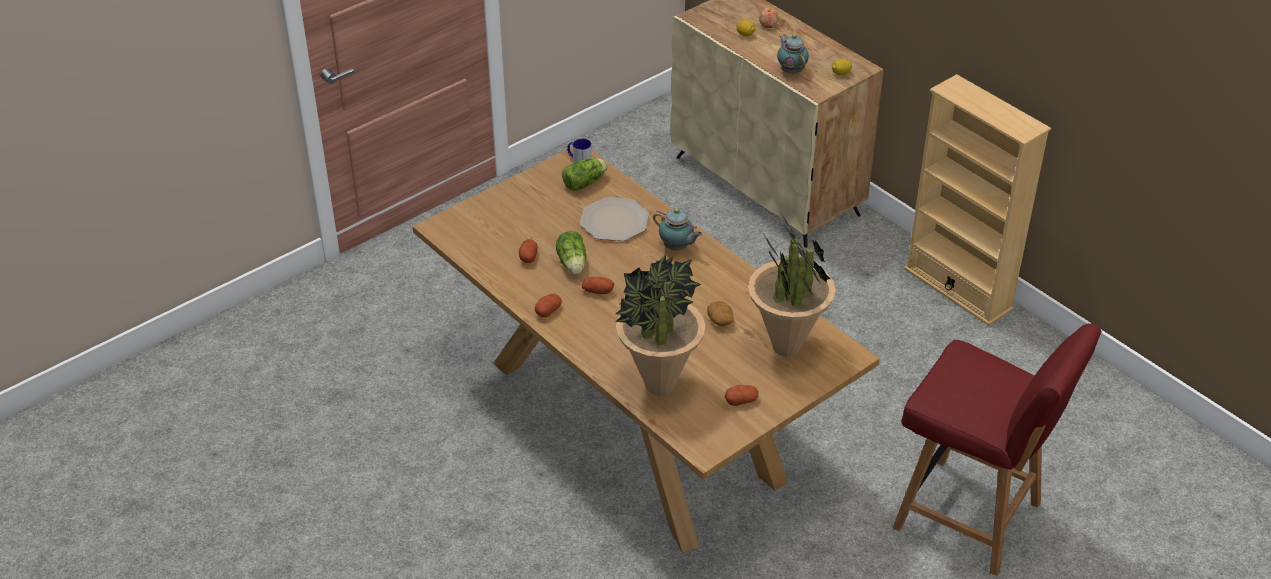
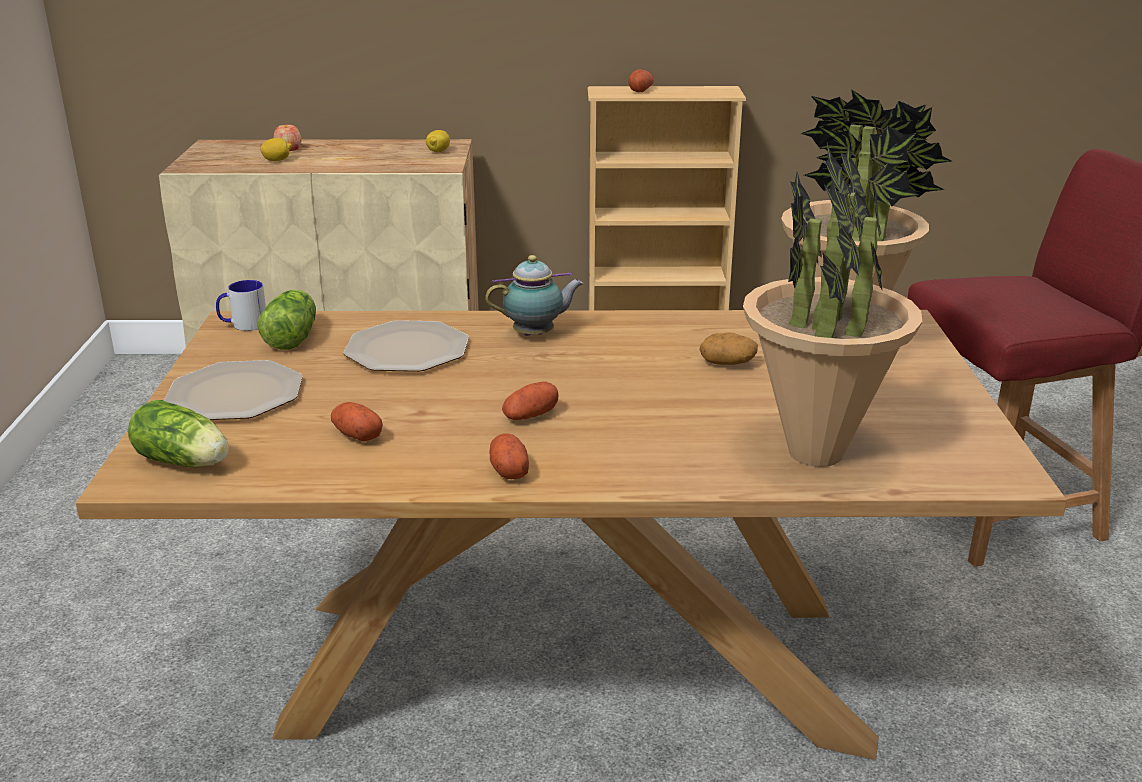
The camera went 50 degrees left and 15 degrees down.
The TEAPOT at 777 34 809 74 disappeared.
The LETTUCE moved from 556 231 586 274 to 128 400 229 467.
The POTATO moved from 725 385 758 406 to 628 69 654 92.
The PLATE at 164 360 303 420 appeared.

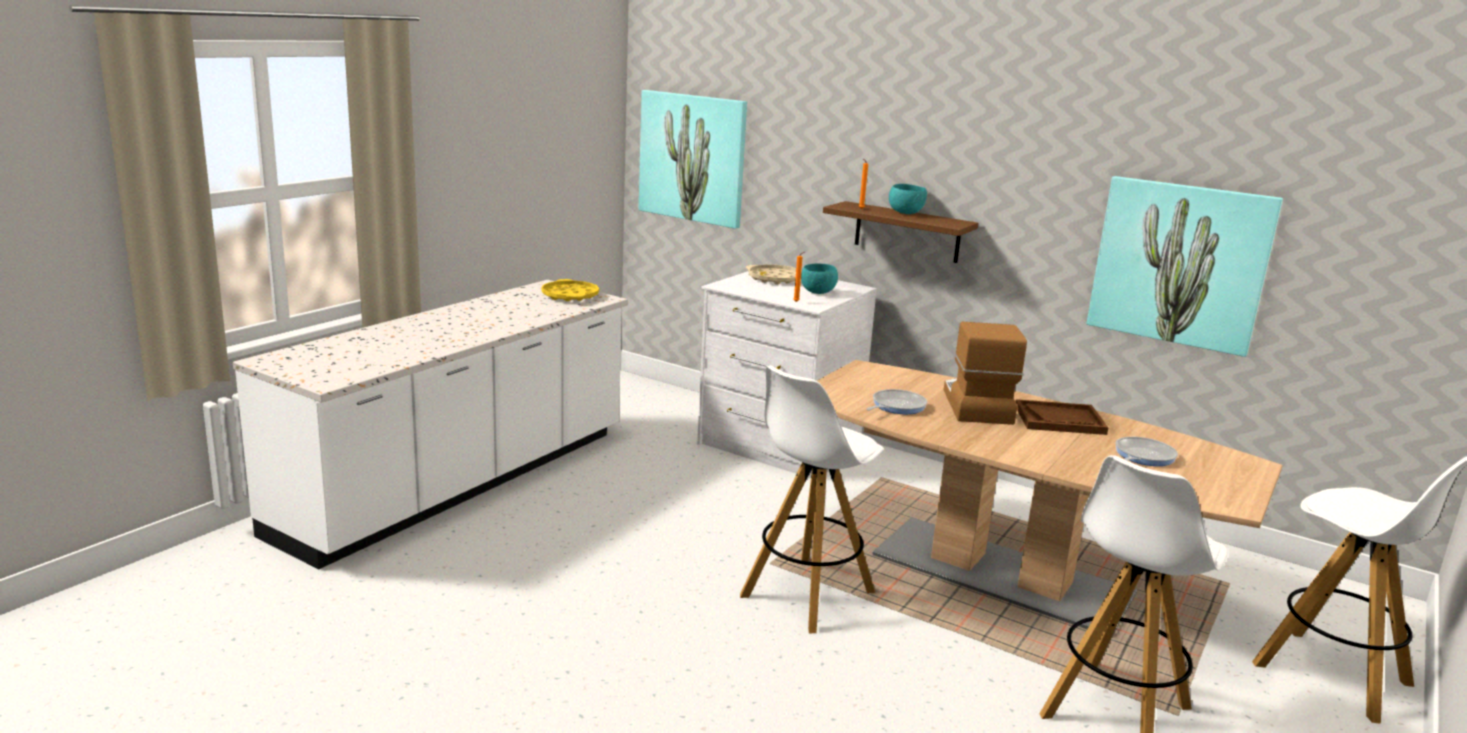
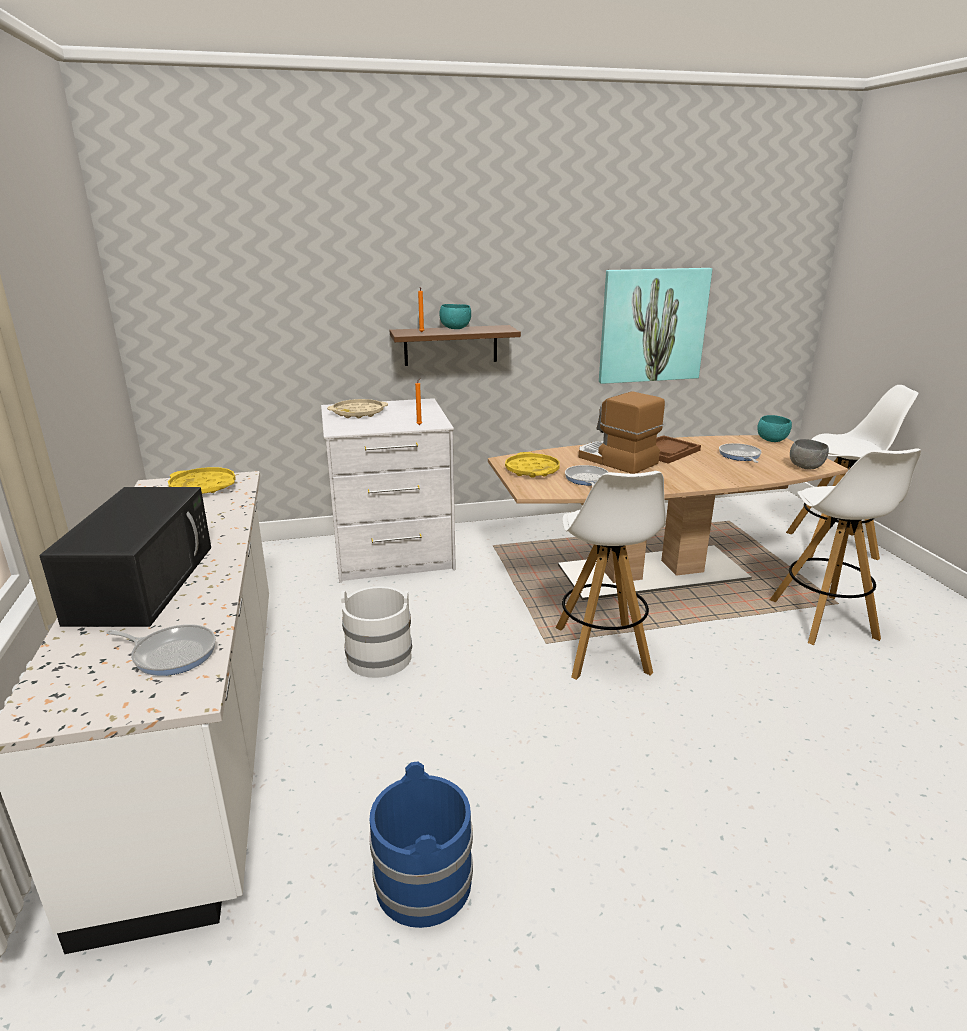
The camera went 45 degrees left and 5 degrees up.
The PICTURE at 639 90 747 229 disappeared.
The TURQUOISE BOWL moved from 801 263 838 294 to 757 415 792 442.
The GREY BOWL at 790 439 829 469 appeared.
The YELLOW TRAY at 505 452 560 478 appeared.
The BLACK MICROWAVE at 39 487 211 627 appeared.
The WHITE BUCKET at 341 586 412 678 appeared.
The FRYING PAN at 106 624 216 676 appeared.
The BLUE BUCKET at 369 762 473 928 appeared.

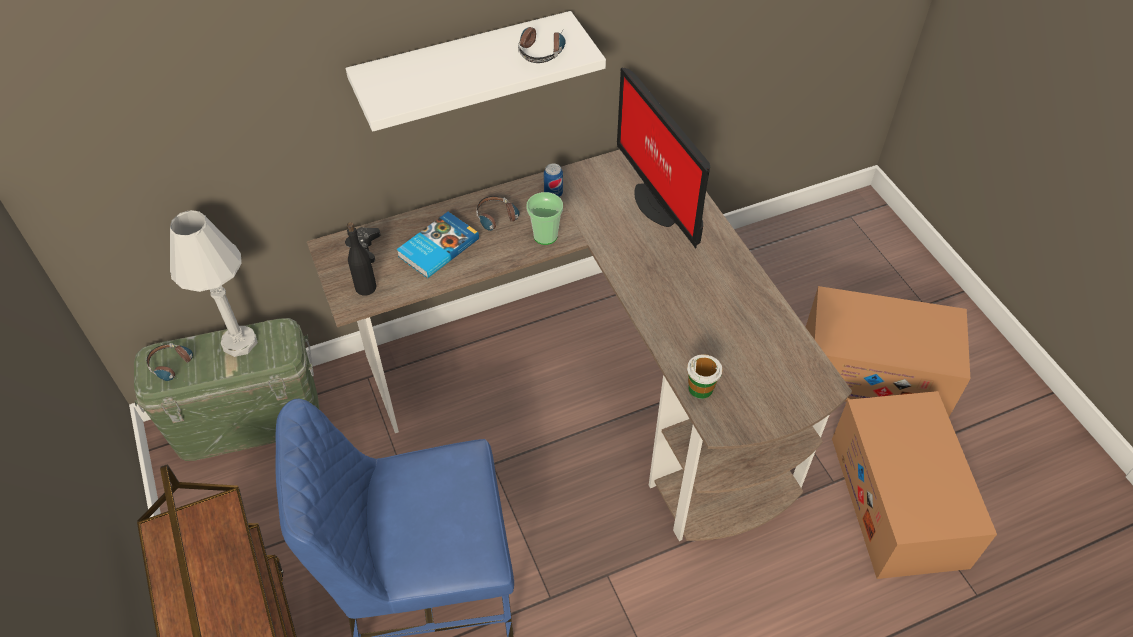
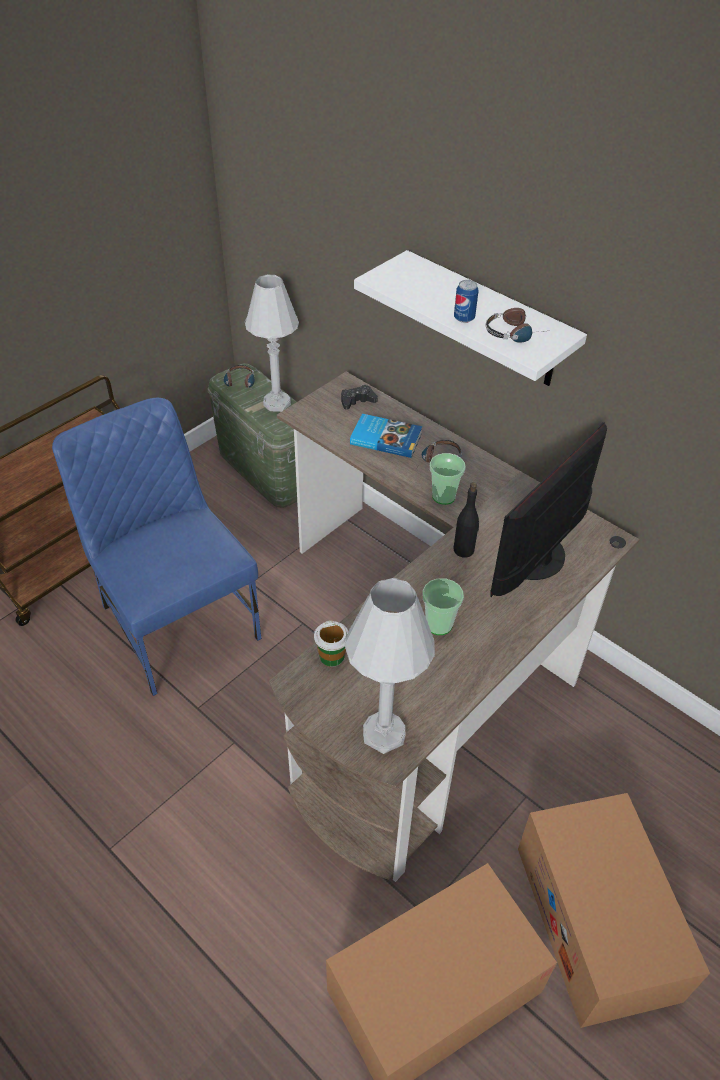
The camera went 65 degrees right and 5 degrees down.
The CAN moved from 544 163 563 197 to 454 280 478 323.
The BLACK BOTTLE moved from 347 222 377 296 to 454 482 479 557.
The WHITE TABLE LAMP at 344 578 435 754 appeared.
The CUP at 422 578 464 635 appeared.

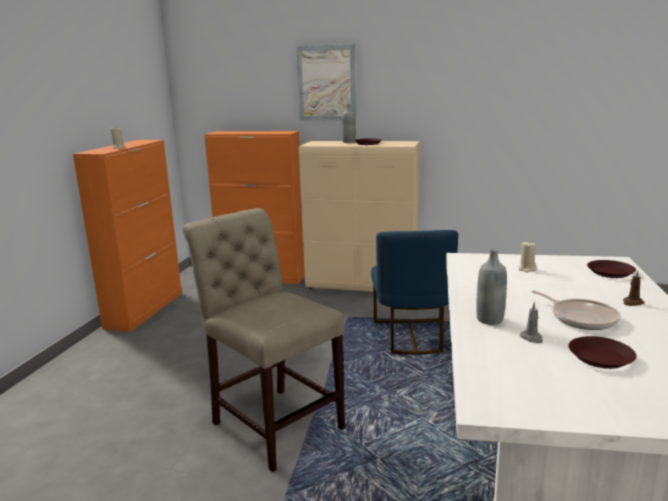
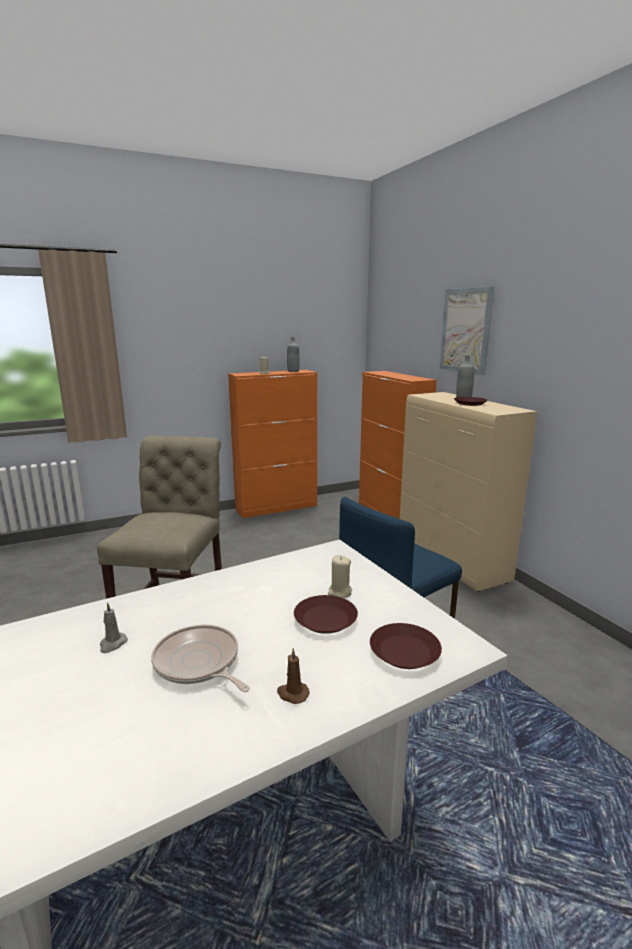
The camera went 50 degrees right and 0 degrees up.
The GREY BOTTLE moved from 476 249 507 325 to 287 337 299 372.
The FRYING PAN at 531 290 621 330 turned 120 degrees clockwise.
The BROWN PLATE moved from 568 336 636 369 to 294 595 358 634.

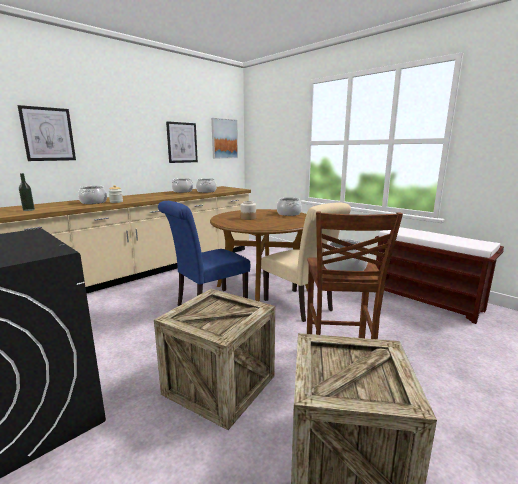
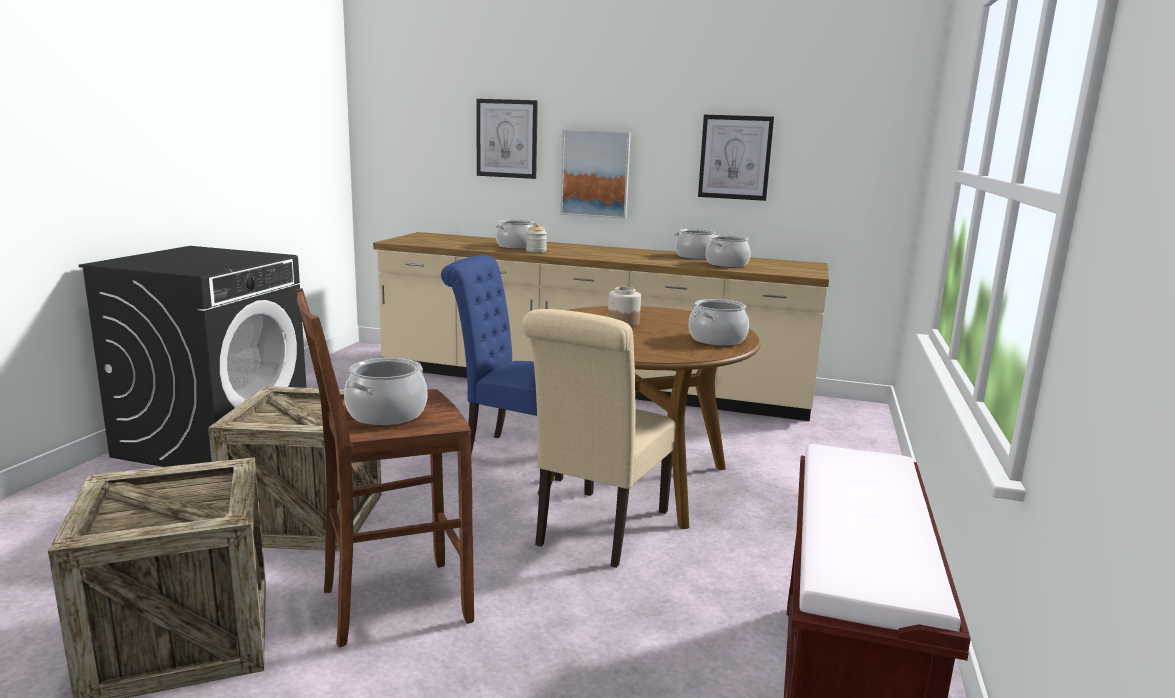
The camera went 60 degrees right and 0 degrees up.
The PICTURE moved from 211 118 238 159 to 561 130 631 219.
The BOTTLE at 19 173 35 211 disappeared.

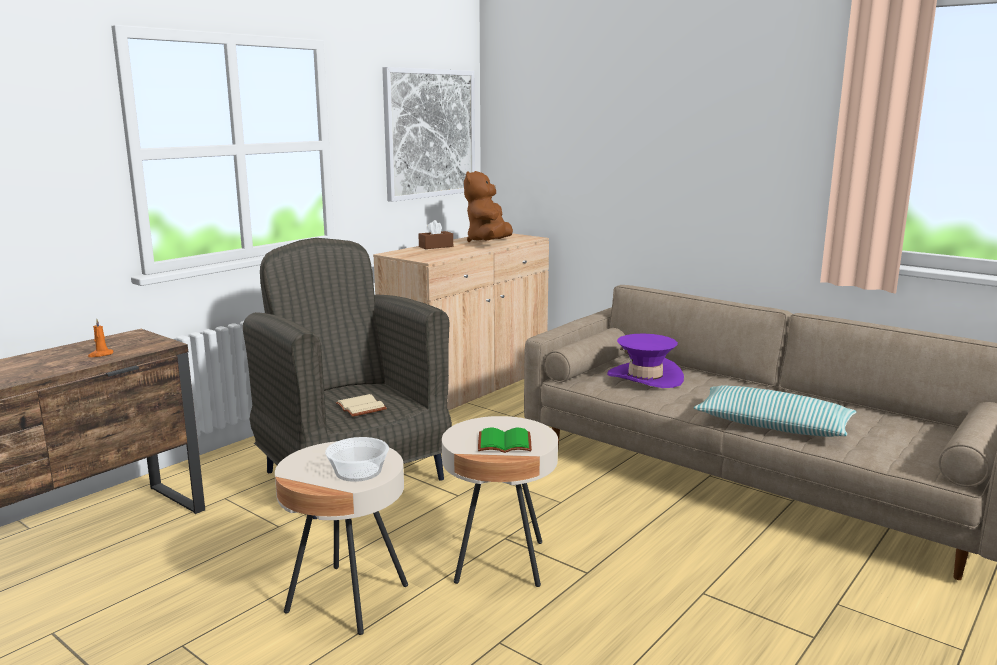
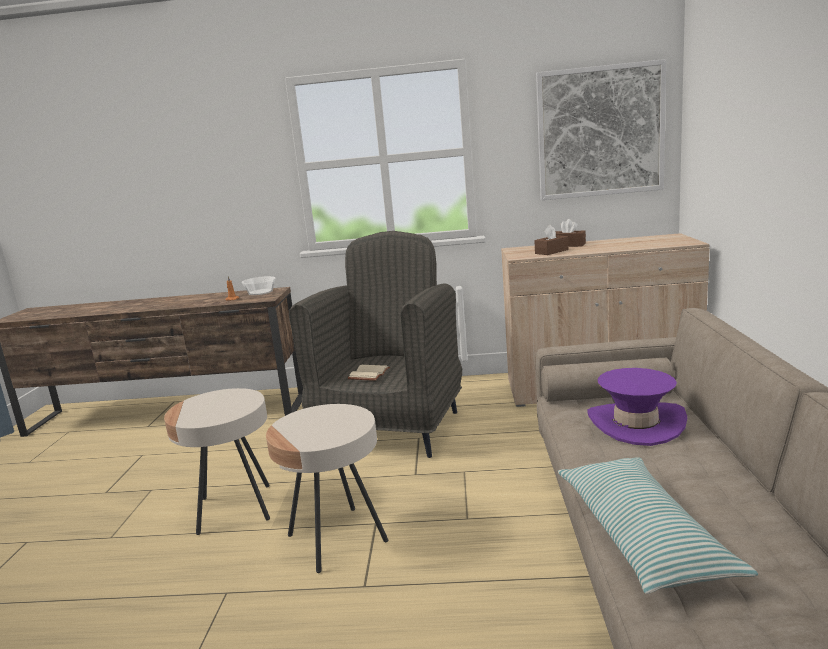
The camera went 55 degrees right and 0 degrees up.
The BROWN PLUSH TOY at 464 171 513 242 disappeared.
The GREEN BOOK at 478 428 532 453 disappeared.
The BOWL moved from 325 437 389 482 to 242 276 275 295.
The BROWN TISSUE BOX at 534 225 568 255 appeared.

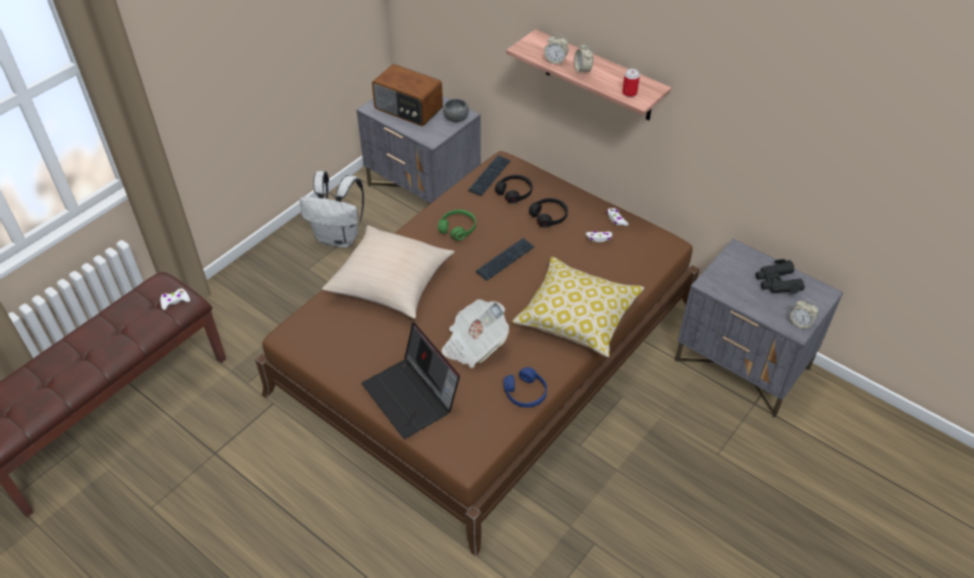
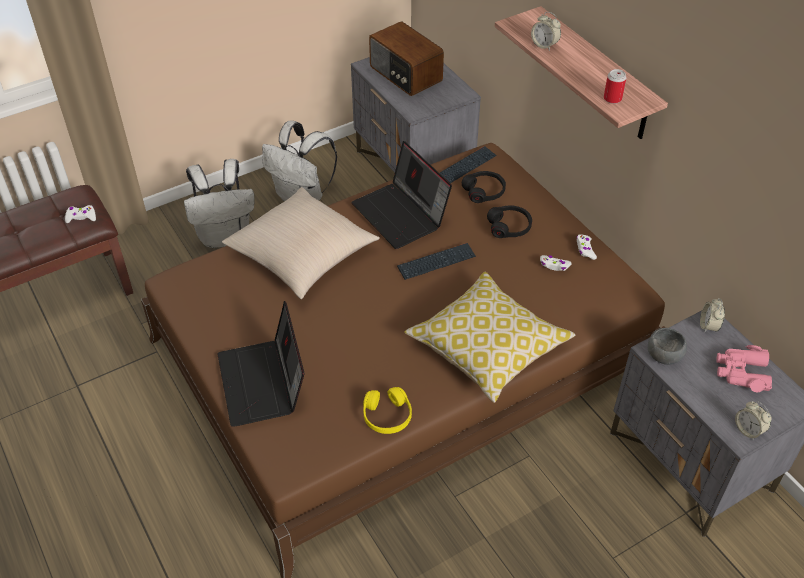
The camera went 20 degrees right and 0 degrees up.
The ALARM CLOCK moved from 574 42 593 74 to 700 298 725 333.
The GREY BOWL moved from 443 99 469 122 to 648 328 687 365.
The GREEN HEADPHONES at 438 209 476 241 was replaced by the LAPTOP at 351 141 452 249.
The BLACK BINOCULARS at 756 259 805 294 became the PINK BINOCULARS at 716 345 772 392.
The NEWSPAPER at 441 299 509 368 disappeared.
The BLUE HEADPHONES at 504 367 547 408 became the YELLOW HEADPHONES at 363 387 412 434.
The WHITE BACKPACK at 184 159 255 248 appeared.

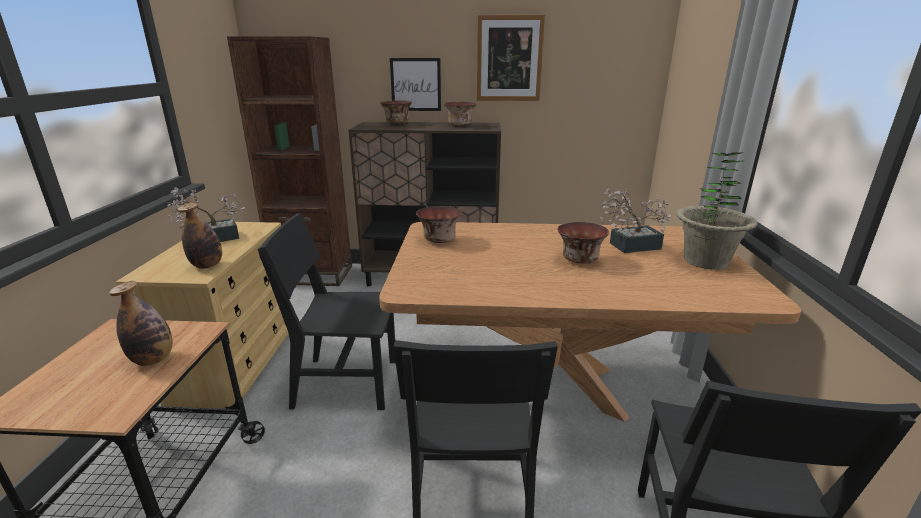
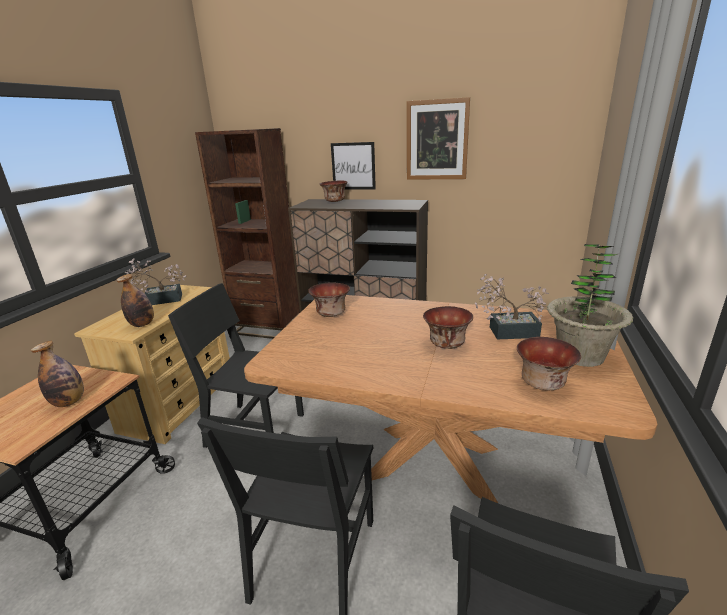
The camera went 15 degrees right and 0 degrees up.
The BOWL moved from 444 102 477 126 to 517 337 581 390.

